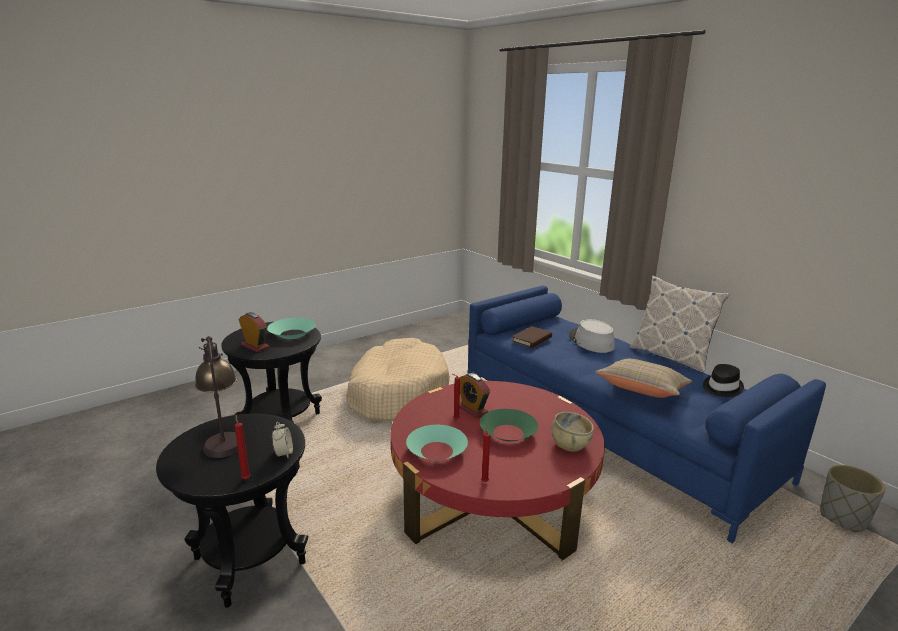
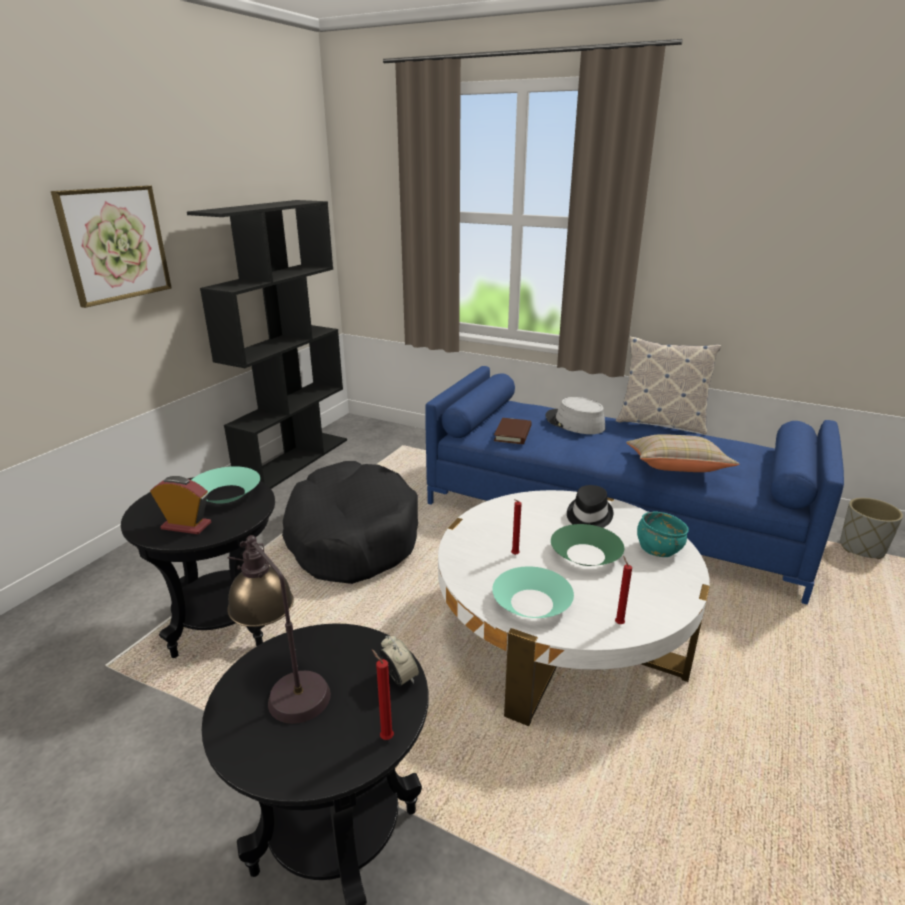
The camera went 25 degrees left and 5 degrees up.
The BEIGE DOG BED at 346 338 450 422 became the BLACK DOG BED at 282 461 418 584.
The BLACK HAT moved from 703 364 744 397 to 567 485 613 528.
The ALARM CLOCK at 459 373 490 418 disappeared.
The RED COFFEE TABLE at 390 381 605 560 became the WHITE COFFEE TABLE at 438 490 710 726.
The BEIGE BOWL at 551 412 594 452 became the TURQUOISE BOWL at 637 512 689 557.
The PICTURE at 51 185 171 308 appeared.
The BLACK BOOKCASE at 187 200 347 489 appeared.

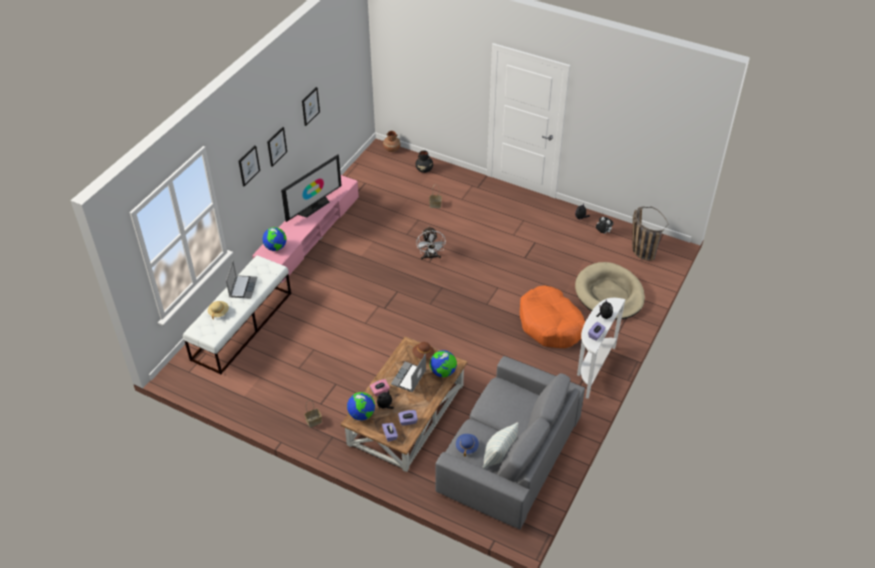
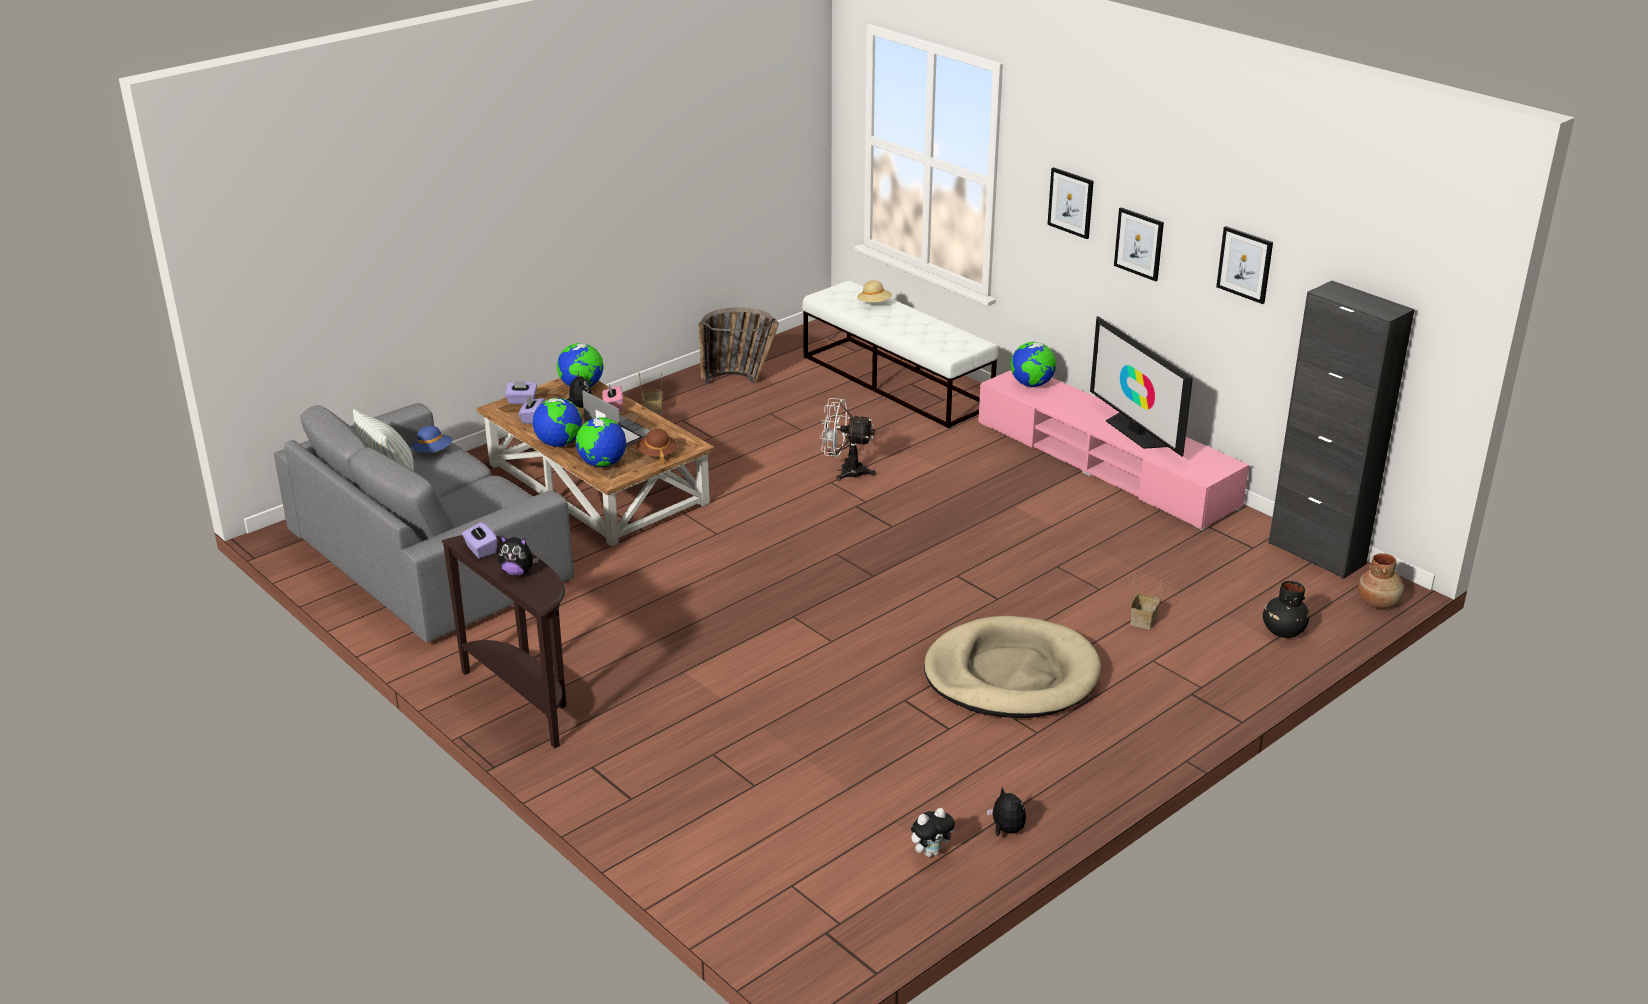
The camera went 110 degrees right and 15 degrees down.
The BASKET moved from 632 206 668 261 to 699 307 779 385.
The WHITE FAN moved from 416 227 446 260 to 820 398 876 481.
The LAPTOP at 226 261 257 299 disappeared.
The BEIGE DOG BED moved from 575 262 645 319 to 924 616 1101 718.
The ORANGE DOG BED at 520 285 585 348 disappeared.
The WHITE CONSOLE TABLE at 577 298 626 399 became the BROWN CONSOLE TABLE at 441 535 566 748.
The BLACK CABINET at 1268 281 1415 579 appeared.
The GLOBE at 533 398 582 447 appeared.

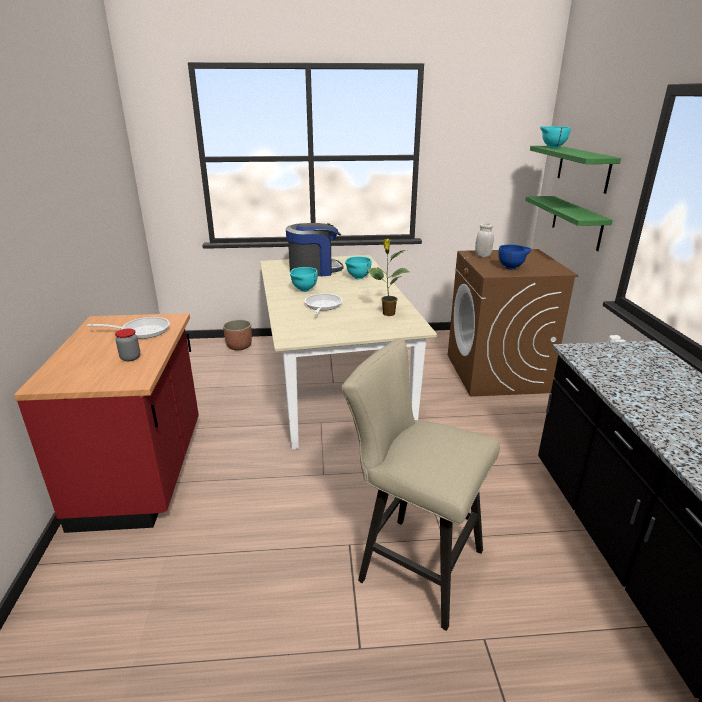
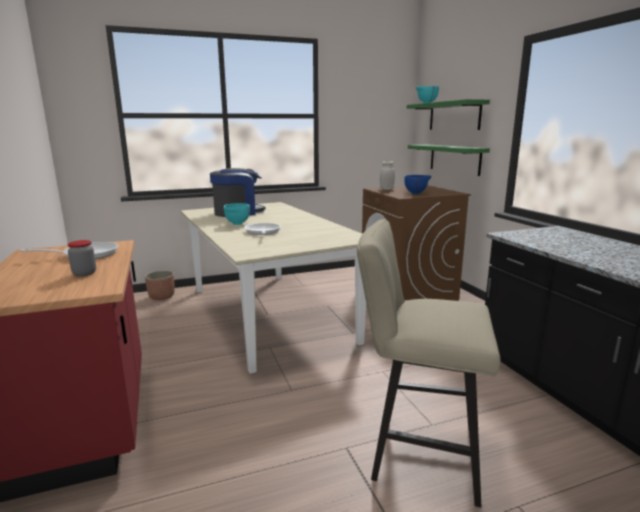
The camera went 15 degrees left and 10 degrees down.
The POTTED PLANT at 367 239 410 316 disappeared.
The TURQUOISE BOWL at 345 256 372 279 disappeared.

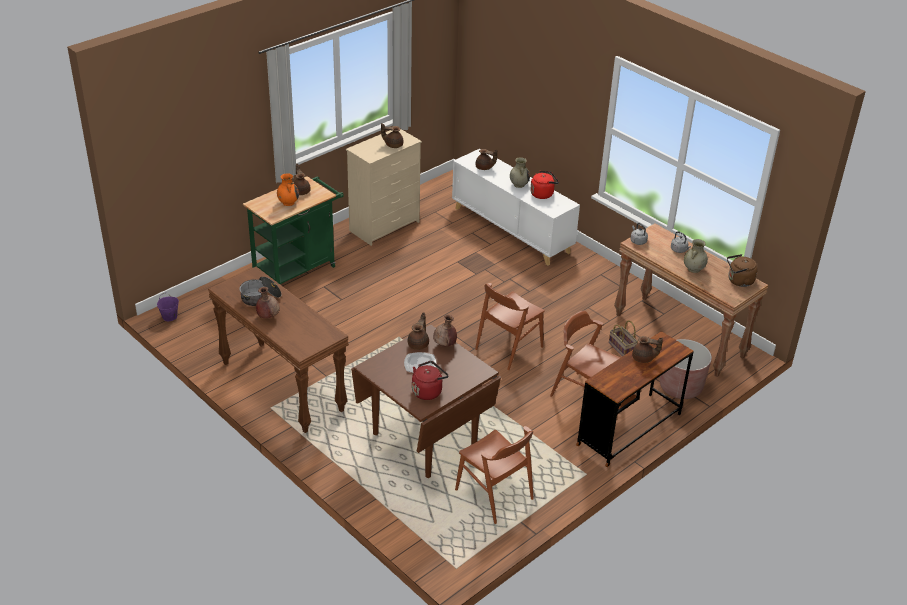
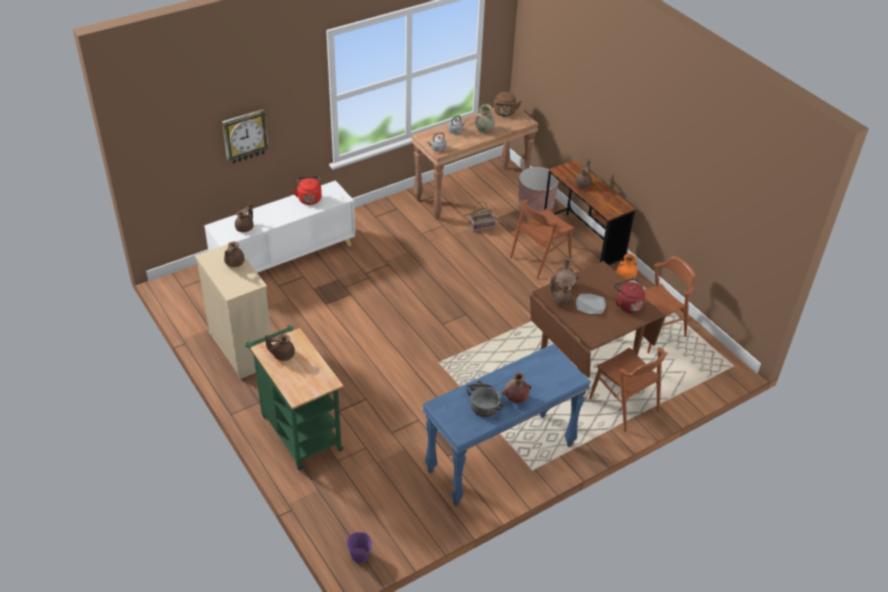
The camera went 80 degrees left and 5 degrees up.
The BEIGE VASE at 510 157 530 188 disappeared.
The ORANGE VASE moved from 277 173 299 206 to 616 254 637 282.
The BROWN CONSOLE TABLE at 208 267 349 433 became the BLUE CONSOLE TABLE at 423 344 591 506.
The BROWN CHAIR moved from 475 283 545 370 to 589 347 668 432.
The WALL CLOCK at 222 109 269 164 appeared.

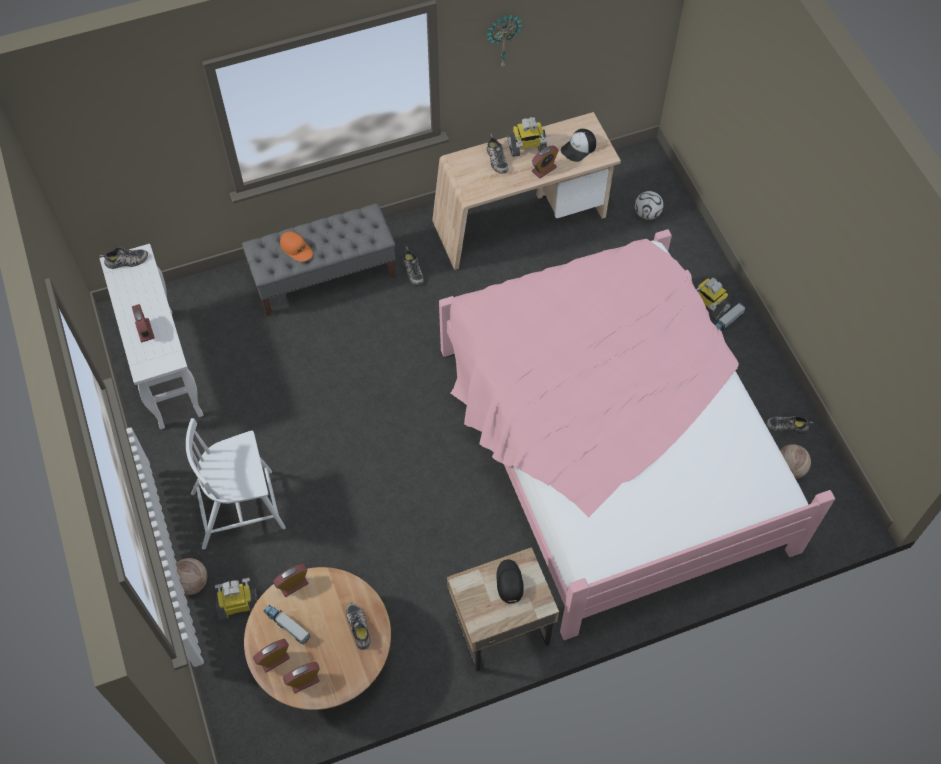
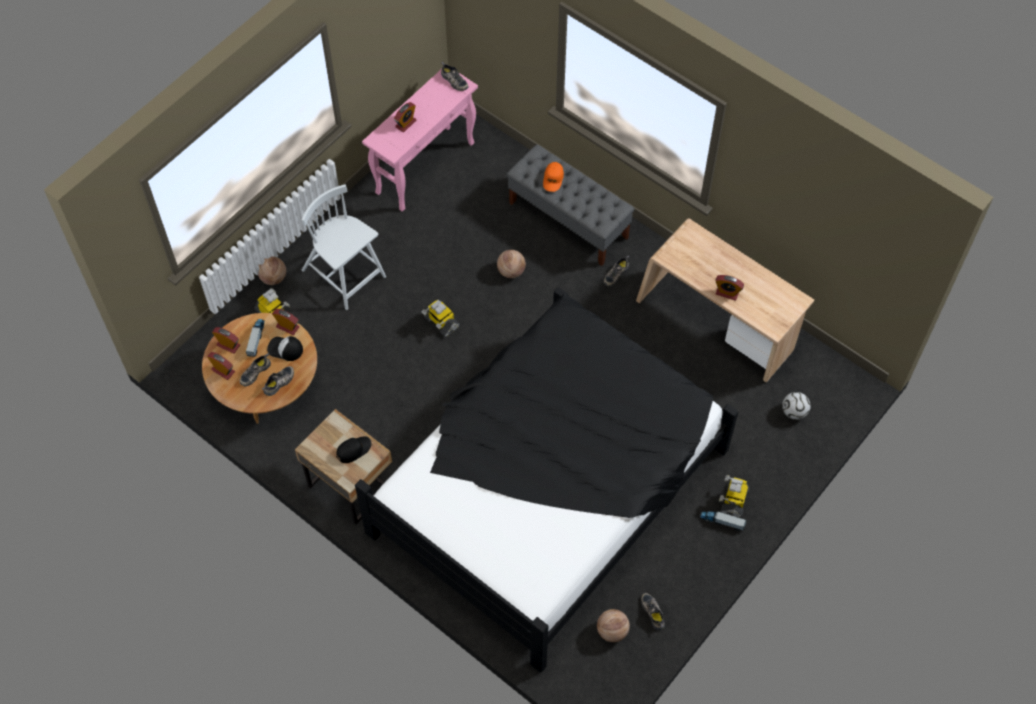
The camera went 60 degrees right and 0 degrees up.
The WALL CLOCK at 487 14 523 68 disappeared.
The TOY ROBOT moved from 508 117 547 157 to 422 300 460 337.
The CAP moved from 560 129 596 162 to 267 336 303 361.
The SHOE moved from 487 134 508 174 to 240 353 271 386.
The PINK BED at 439 229 835 640 became the BLACK BED at 355 287 738 673.
The WHITE CONSOLE TABLE at 100 244 203 429 became the PINK CONSOLE TABLE at 362 69 478 212.
The BASKETBALL at 497 250 526 278 appeared.

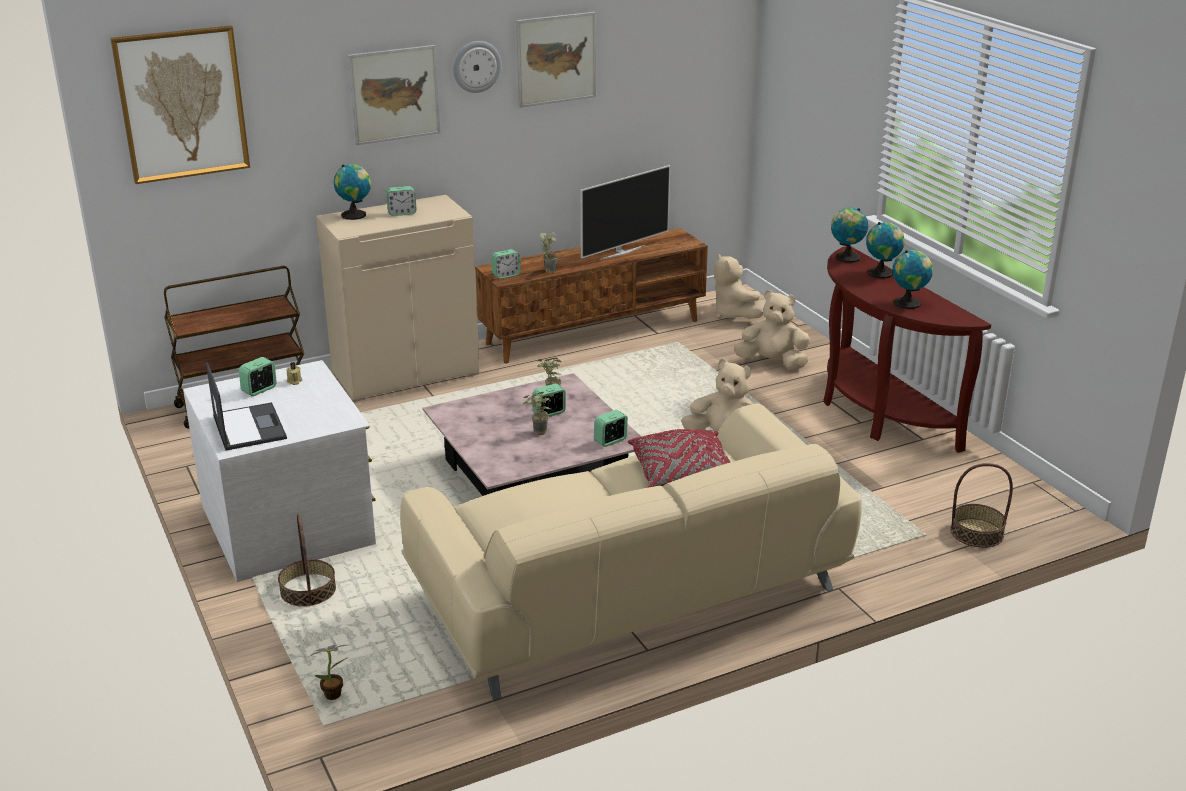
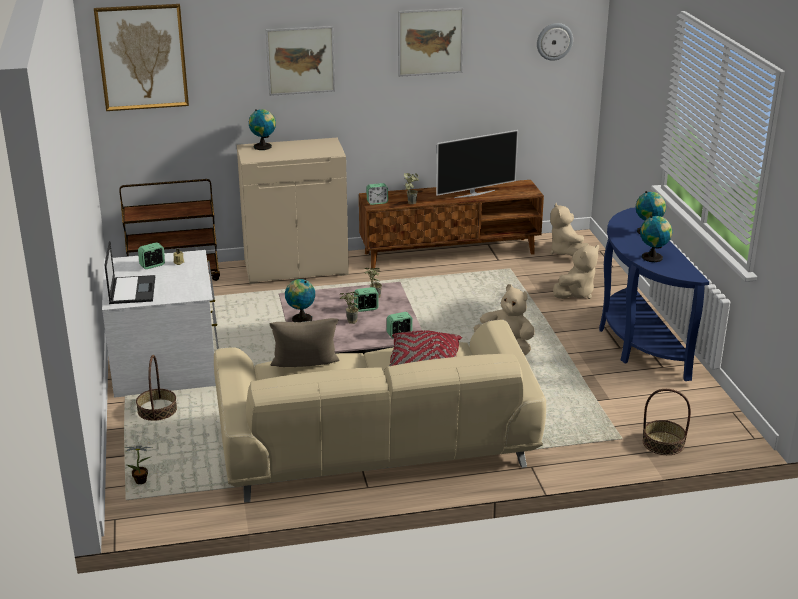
The camera went 15 degrees right and 0 degrees up.
The WALL CLOCK moved from 453 41 501 93 to 537 23 573 61.
The ALARM CLOCK at 386 186 417 216 disappeared.
The GLOBE moved from 831 208 868 263 to 285 279 315 322.
The BROWN CONSOLE TABLE at 823 246 991 453 became the BLUE CONSOLE TABLE at 599 207 709 381.
The BEIGE PLUSH TOY at 734 290 810 370 turned 105 degrees clockwise.
The BEIGE PILLOW at 269 318 339 367 appeared.

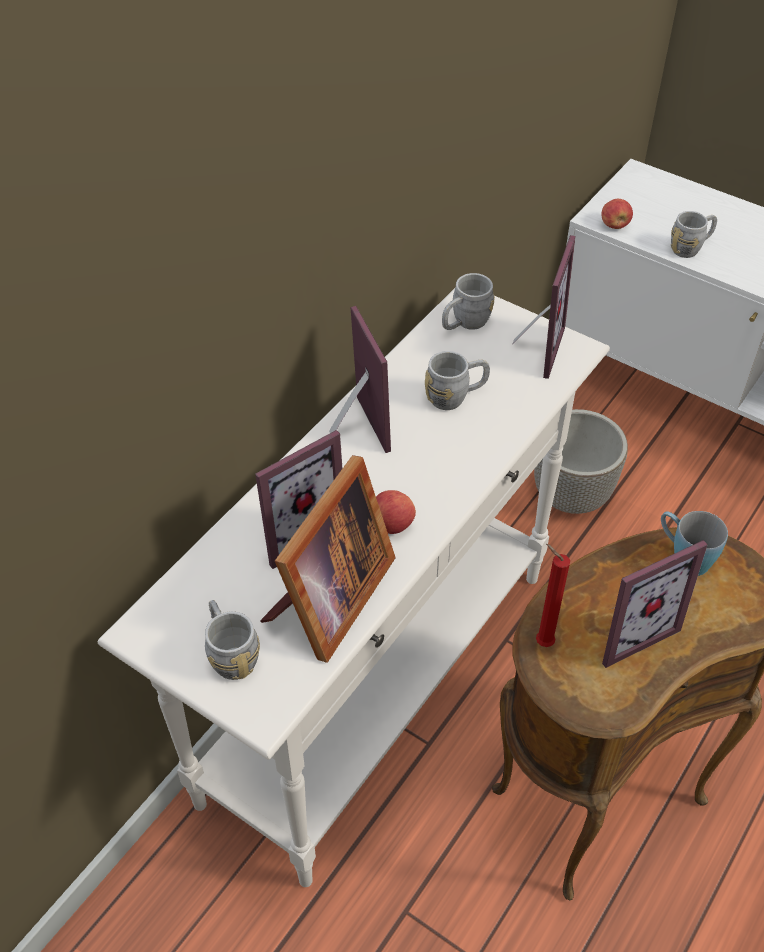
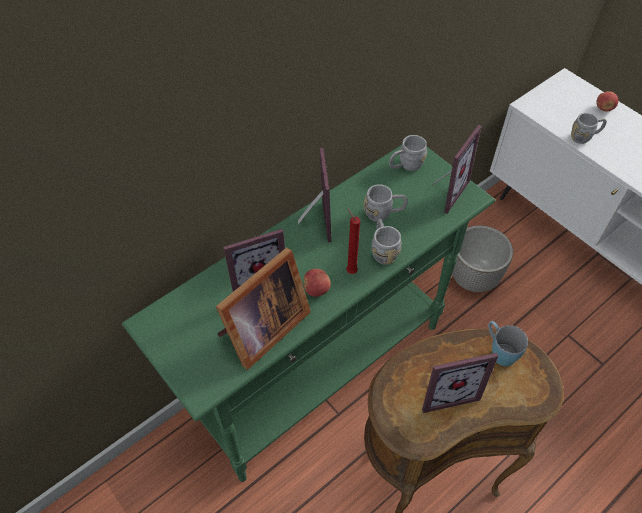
The camera went 15 degrees right and 5 degrees up.
The APPLE moved from 601 199 633 229 to 596 91 619 111.
The WHITE CONSOLE TABLE at 98 288 610 887 became the GREEN CONSOLE TABLE at 122 145 496 482.
The RED CANDLE moved from 536 544 570 647 to 346 208 360 274.
The GREY MUG moved from 205 600 260 680 to 371 219 402 265.

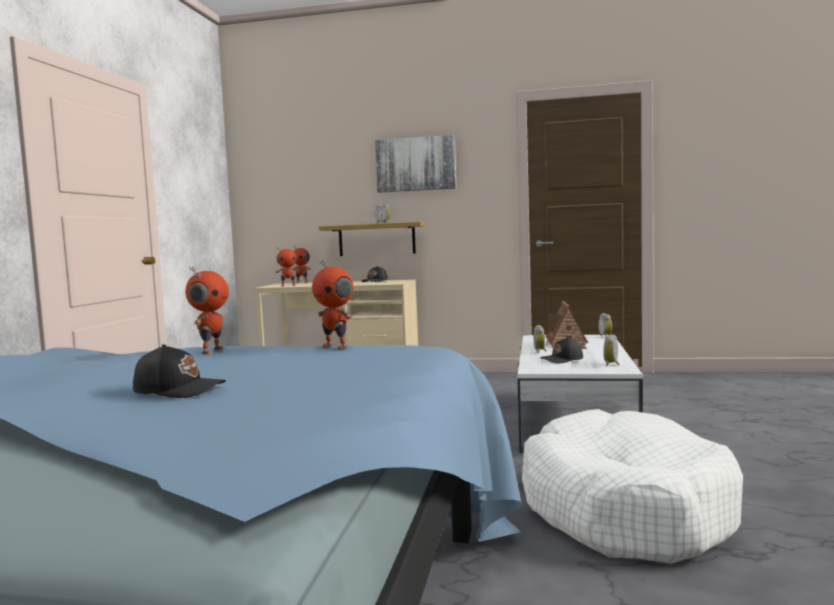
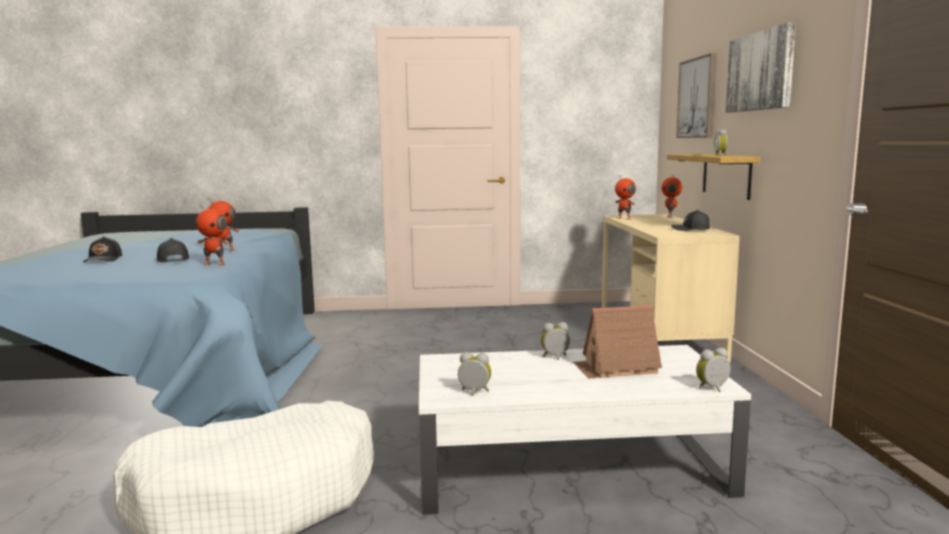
The camera went 75 degrees right and 5 degrees up.
The TOY ROBOT at 312 260 353 350 turned 105 degrees counterclockwise.
The BLACK CAP moved from 540 337 583 363 to 157 238 189 262.
The PICTURE at 676 53 717 138 appeared.

